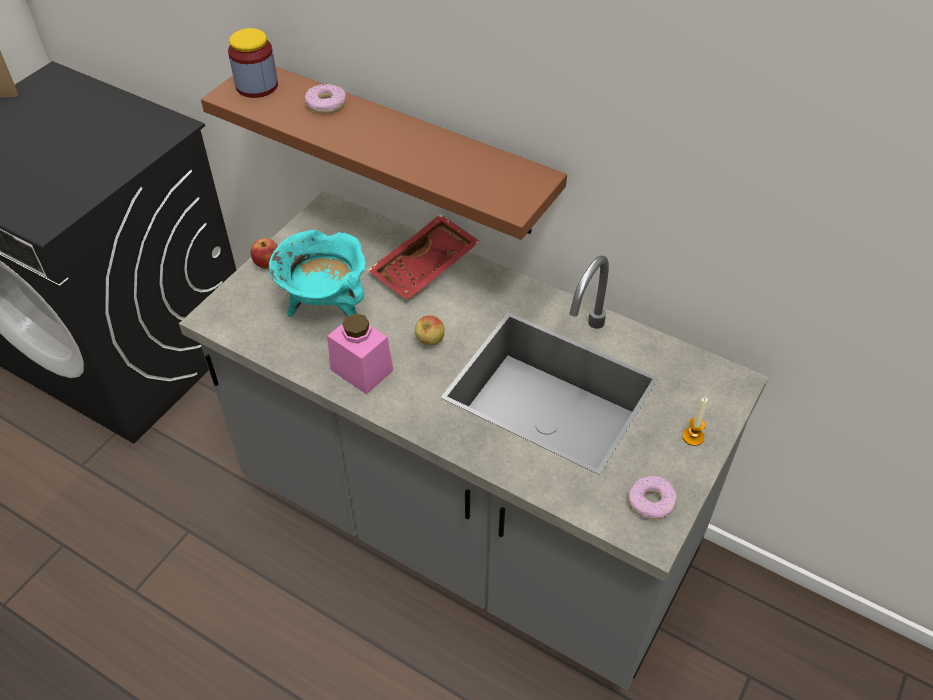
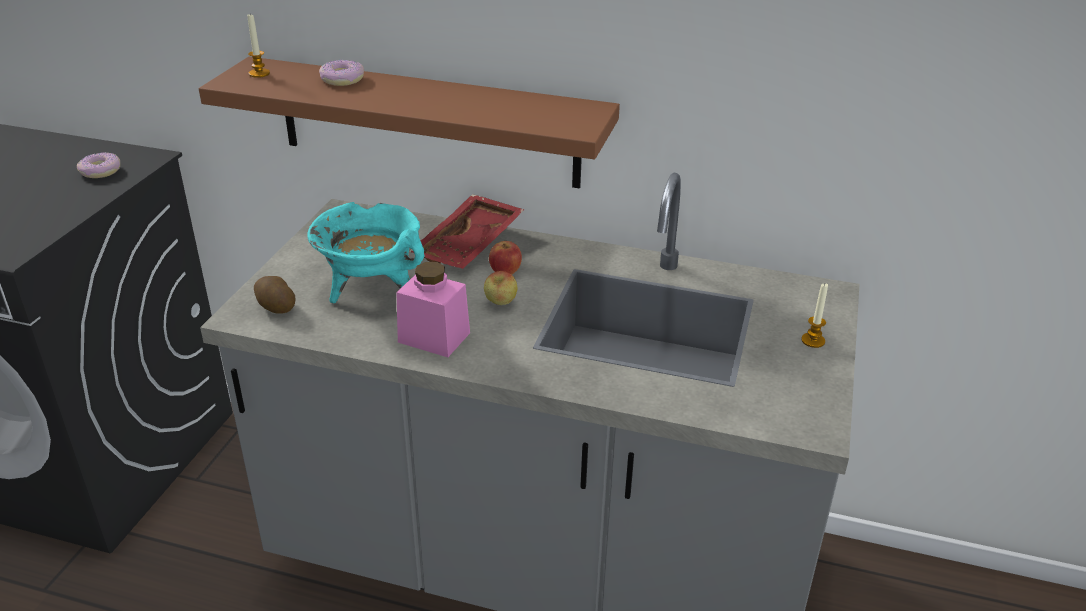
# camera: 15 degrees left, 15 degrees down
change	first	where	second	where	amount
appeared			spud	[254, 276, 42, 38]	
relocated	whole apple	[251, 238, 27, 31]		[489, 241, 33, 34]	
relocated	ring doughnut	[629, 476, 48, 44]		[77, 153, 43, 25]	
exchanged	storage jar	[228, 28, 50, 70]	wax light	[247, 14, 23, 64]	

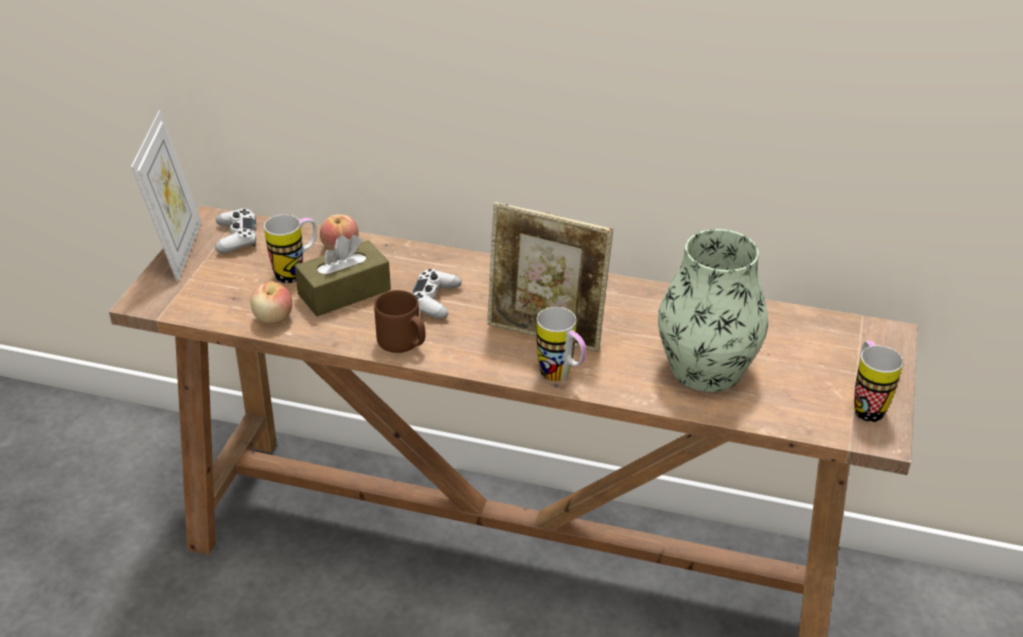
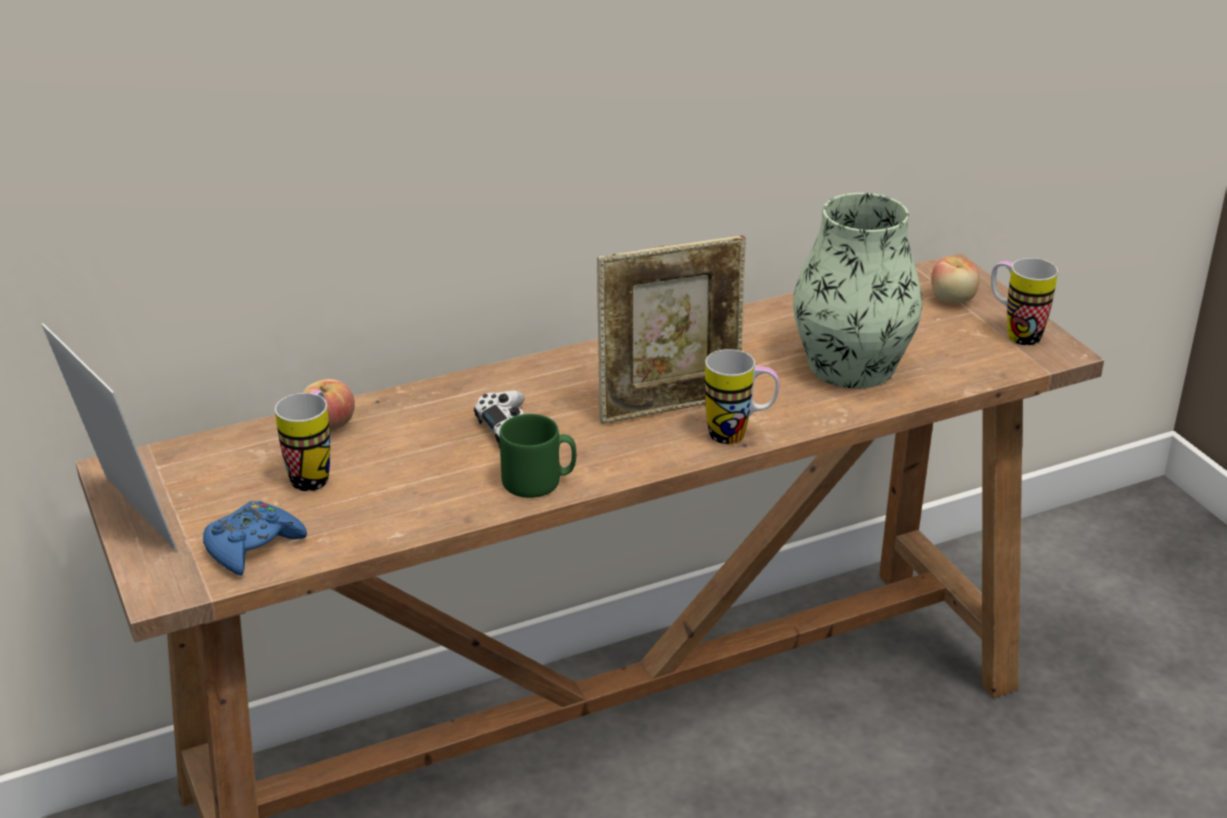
# camera: 40 degrees left, 5 degrees down
change	first	where	second	where	amount
missing	gamepad in whitish	[215, 208, 41, 45]			
missing	box of tissues in brownish	[295, 235, 96, 81]			
appeared			gamepad in blue-coloured	[203, 501, 104, 75]	
relocated	whole apple	[250, 281, 42, 43]		[931, 256, 49, 47]	
colour	coffee mug in brownish	[374, 290, 51, 63]	coffee mug in green-coloured	[500, 414, 76, 84]	

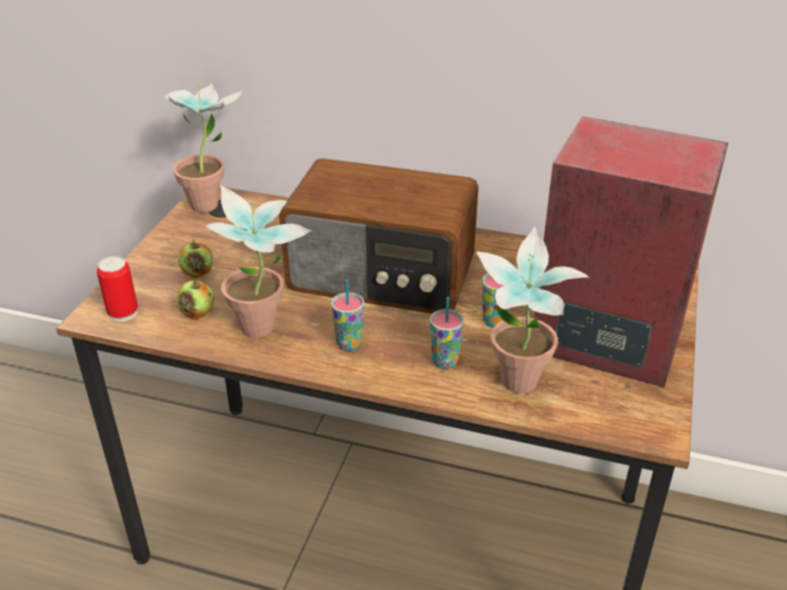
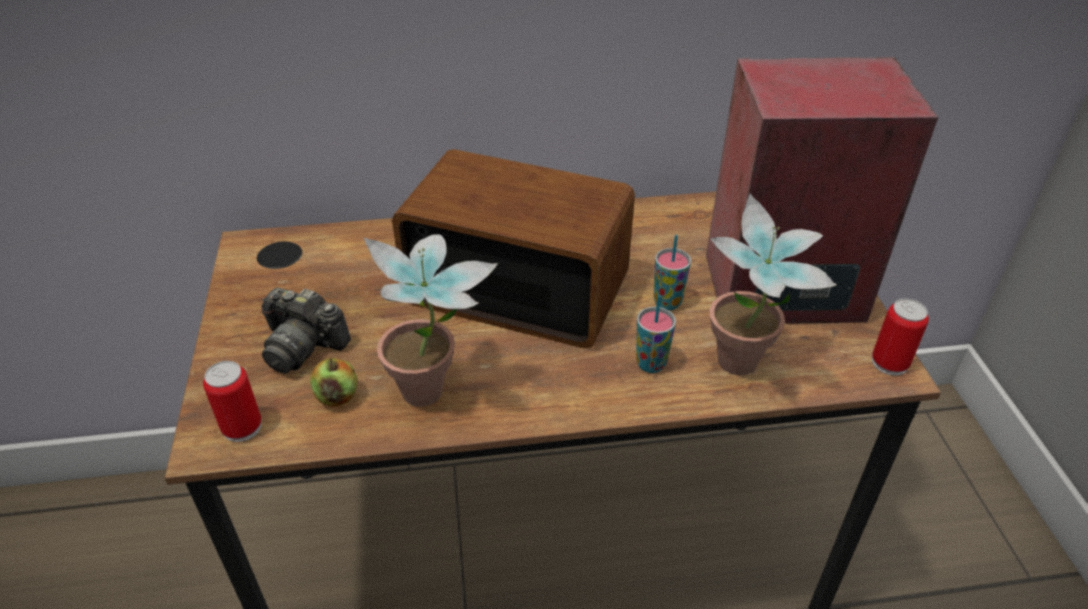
# camera: 25 degrees left, 5 degrees up
change	first	where	second	where	amount
missing	plant in a pot	[164, 82, 78, 131]			
missing	drinking cup	[331, 280, 33, 71]			
appeared			can	[872, 299, 57, 77]	
exchanged	whole apple	[178, 240, 35, 38]	still camera	[261, 288, 90, 86]	
spun	radio	[279, 158, 200, 156]		[392, 149, 243, 199]	150 degrees counterclockwise

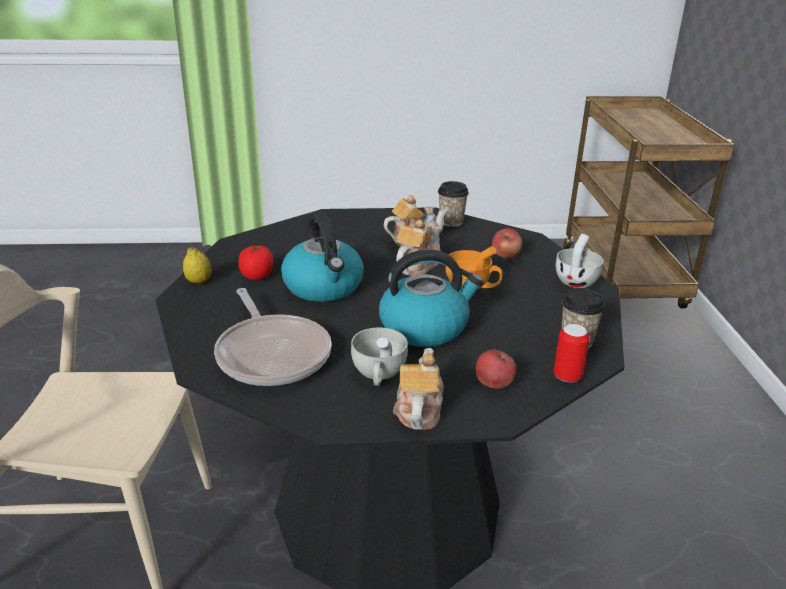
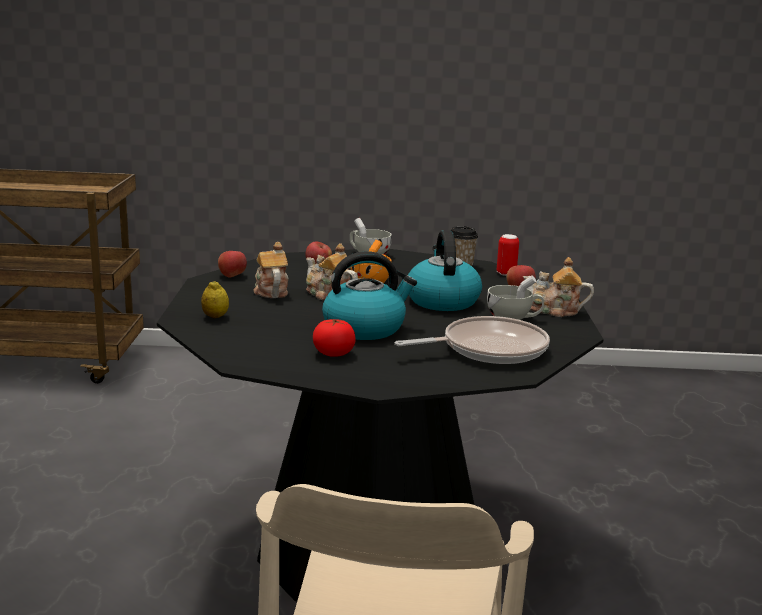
# camera: 85 degrees left, 10 degrees down
change	first	where	second	where	amount
relocated	whole lemon	[183, 247, 29, 37]		[201, 281, 28, 37]	
exchanged	drinking cup	[438, 181, 31, 46]	whole apple	[218, 251, 29, 26]	

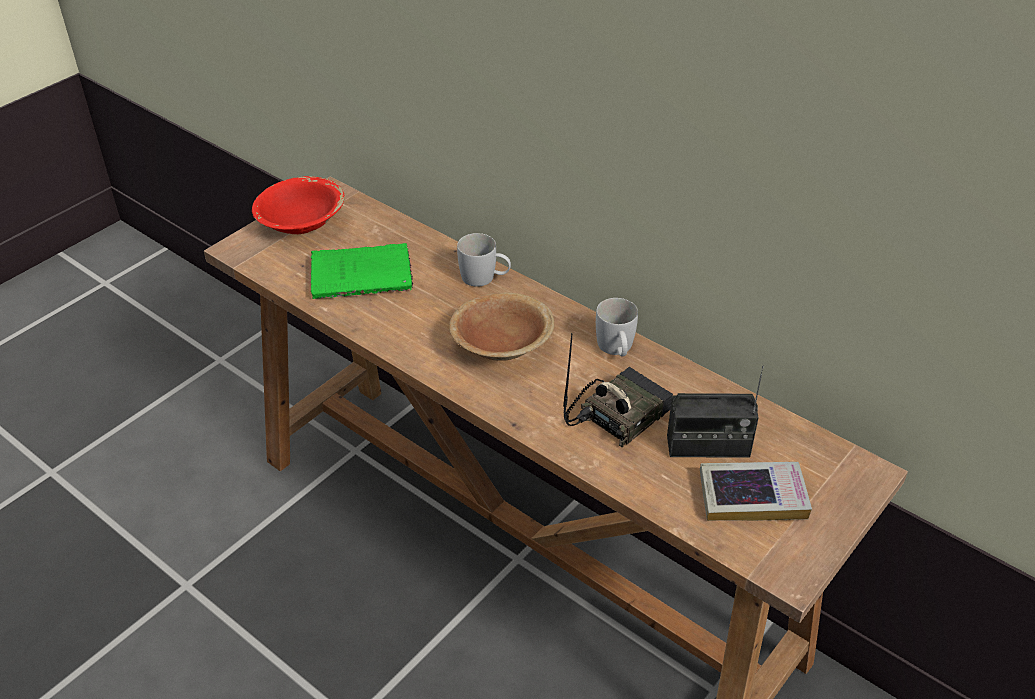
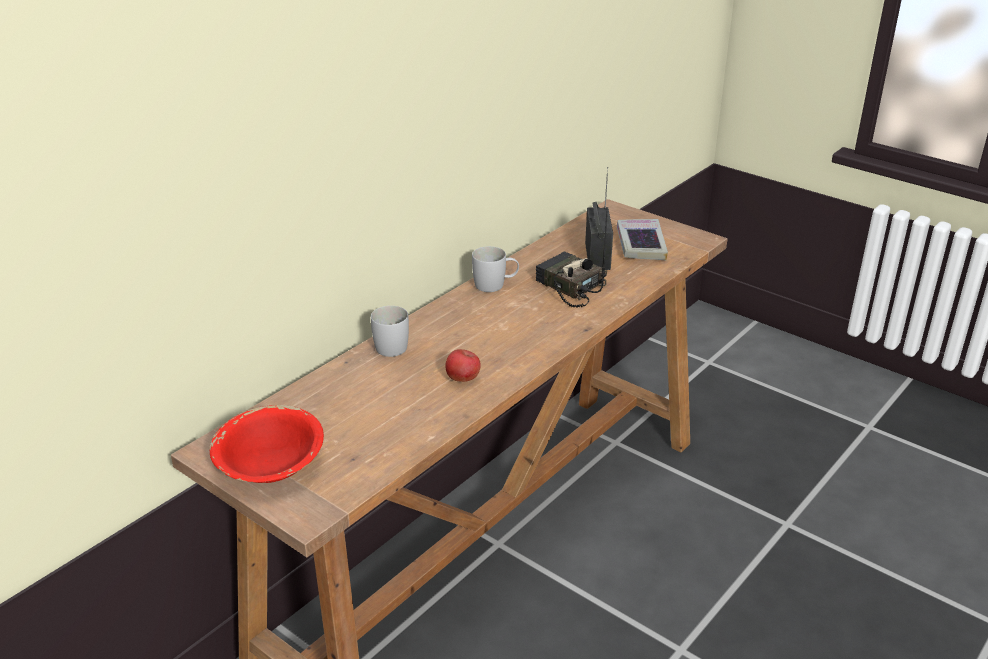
# camera: 90 degrees left, 10 degrees down
change	first	where	second	where	amount
missing	volume in green-coloured	[311, 243, 102, 56]			
missing	serving bowl in brownish	[449, 292, 105, 69]			
appeared			whole apple	[445, 349, 36, 33]	

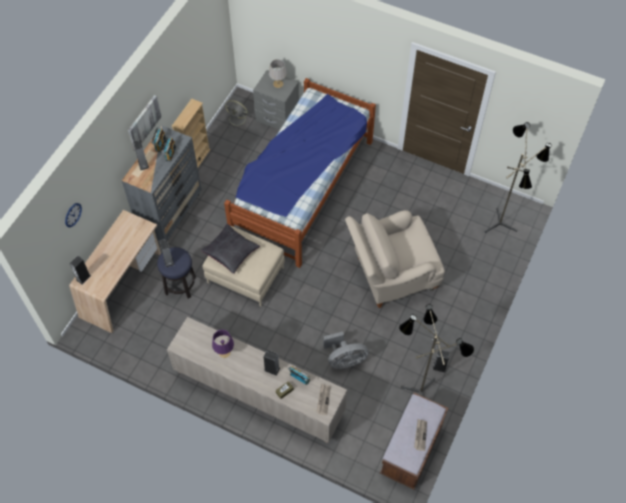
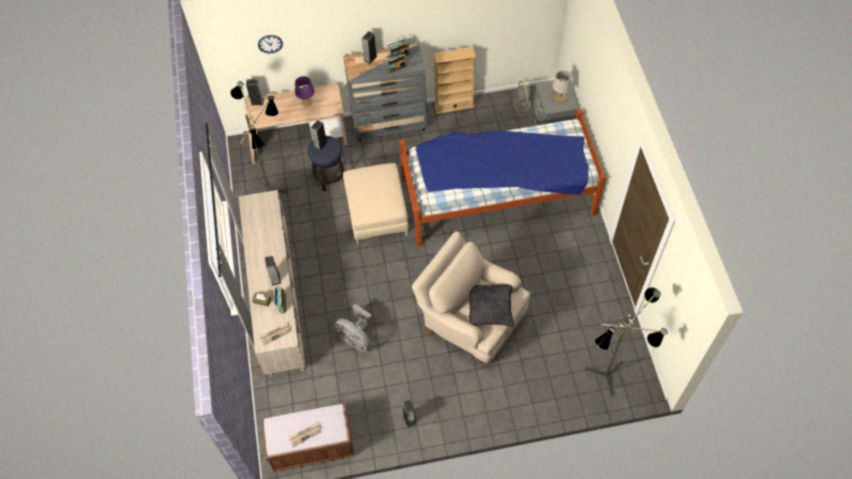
# camera: 55 degrees right, 0 degrees up
change	first	where	second	where	amount
missing	wall art	[128, 95, 34, 56]			
relocated	throw pillow in black-coloured	[201, 224, 59, 50]		[468, 284, 46, 43]	
relocated	lamp for a table in purple	[212, 330, 22, 28]		[295, 76, 20, 31]	
relocated	standard lamp	[399, 304, 75, 93]		[230, 81, 58, 112]	

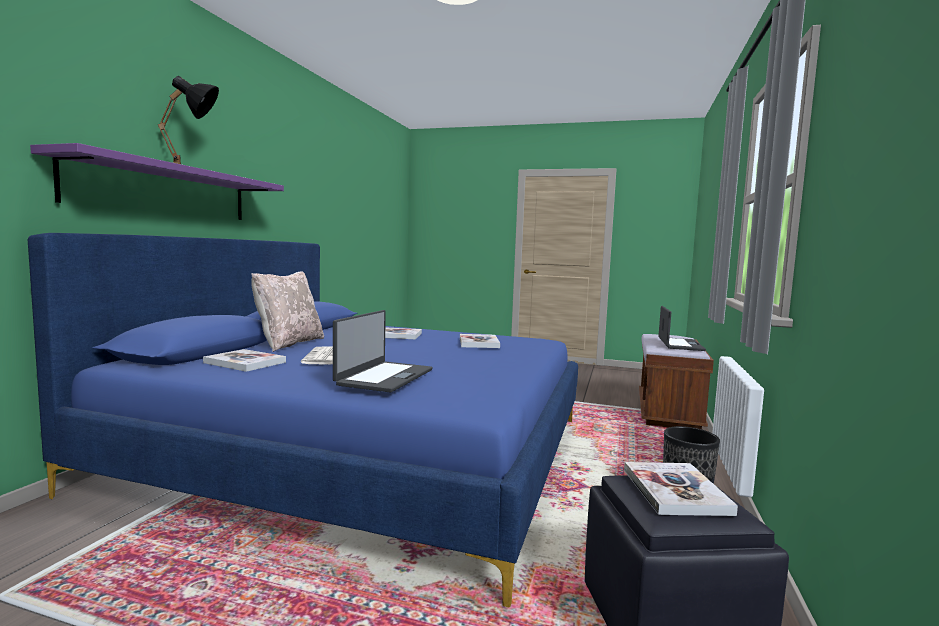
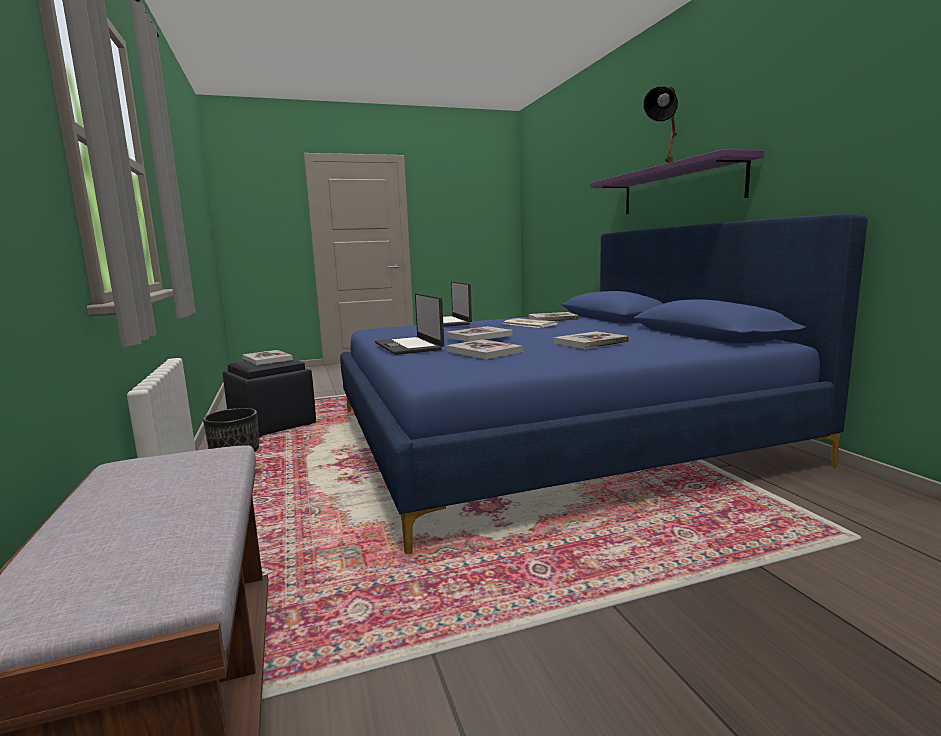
# camera: 145 degrees right, 5 degrees up
change	first	where	second	where	amount
missing	throw pillow in sand-coloured	[251, 272, 73, 80]			
appeared			volume	[445, 326, 68, 16]	
relocated	portable computer	[658, 306, 48, 45]		[375, 293, 69, 62]	

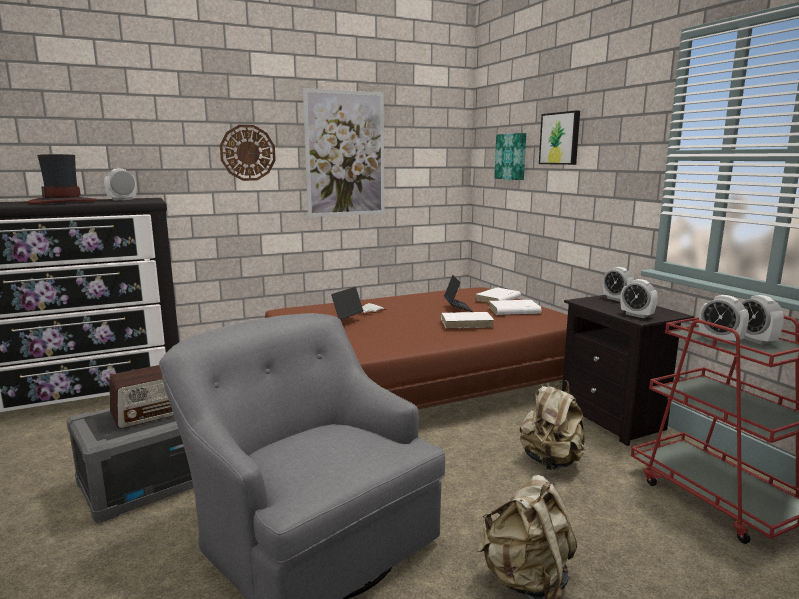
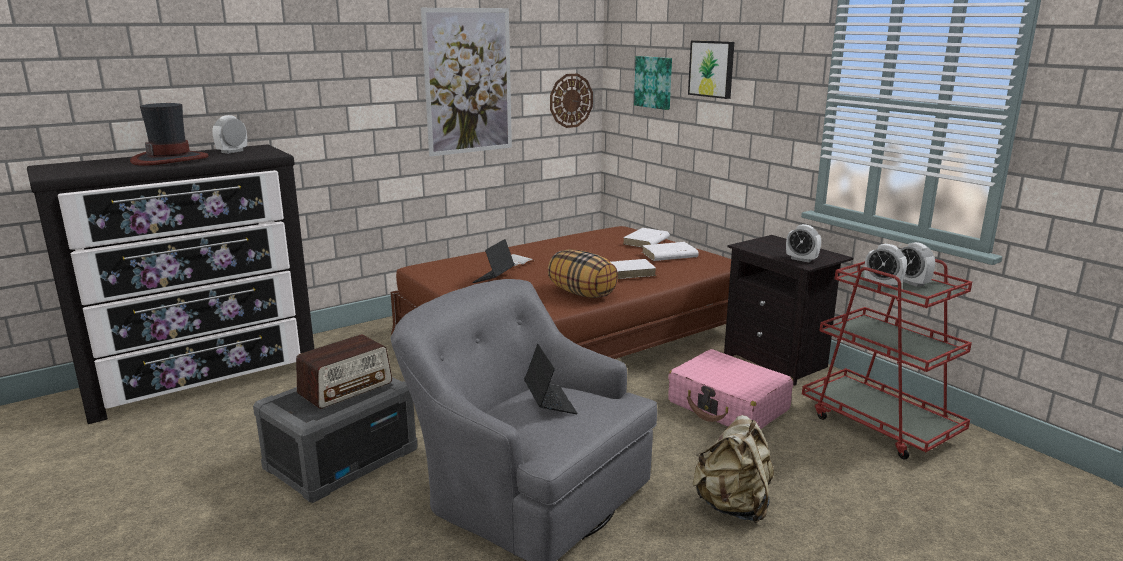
# camera: 10 degrees left, 5 degrees up
change	first	where	second	where	amount
missing	alarm clock	[603, 267, 31, 35]			
appeared			throw pillow	[548, 249, 70, 49]	
relocated	clock on the wall	[220, 125, 56, 56]		[550, 73, 43, 55]	
relocated	portable computer	[444, 275, 29, 37]		[524, 344, 54, 70]	
exchanged	knapsack in sand-coloured	[520, 381, 65, 89]	travel case in pinkish	[668, 349, 125, 80]	

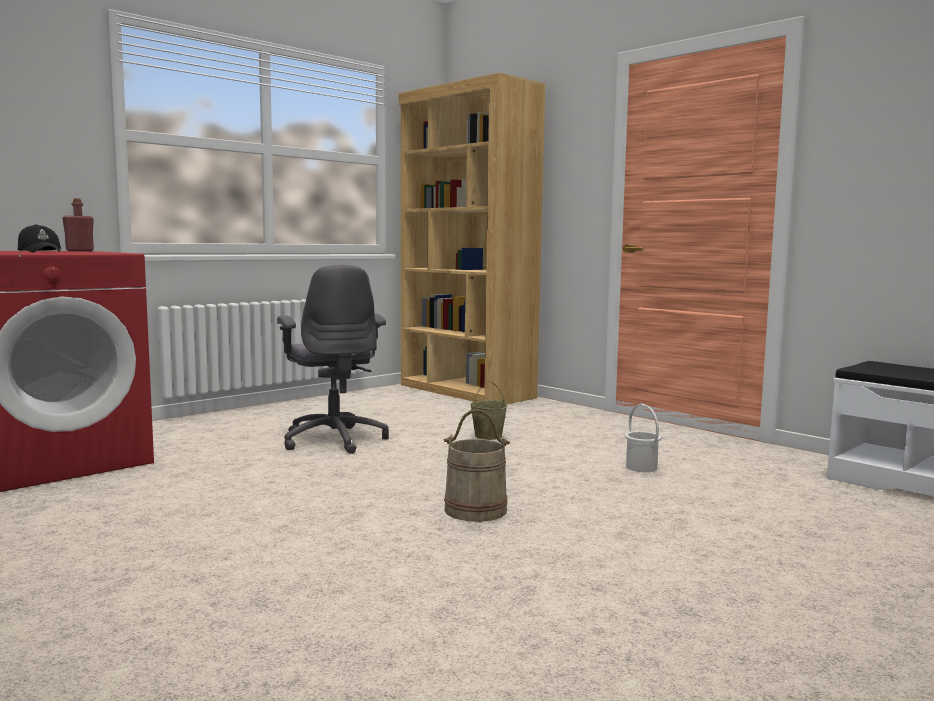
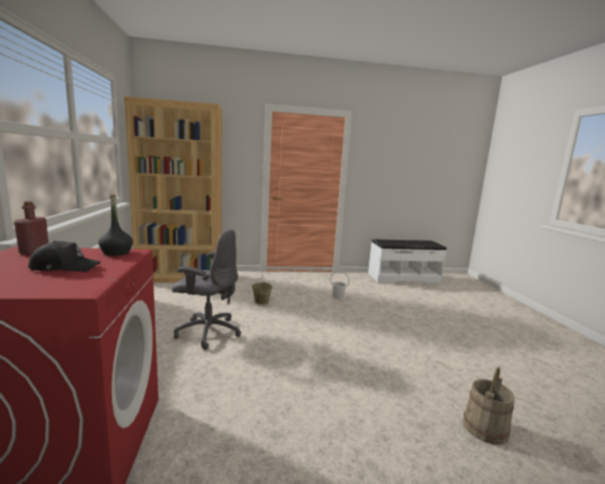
# camera: 55 degrees left, 5 degrees up
change	first	where	second	where	amount
appeared			drink bottle in black-coloured	[98, 194, 35, 62]	
relocated	water bucket in sand-coloured	[444, 409, 66, 113]		[463, 367, 52, 78]	

